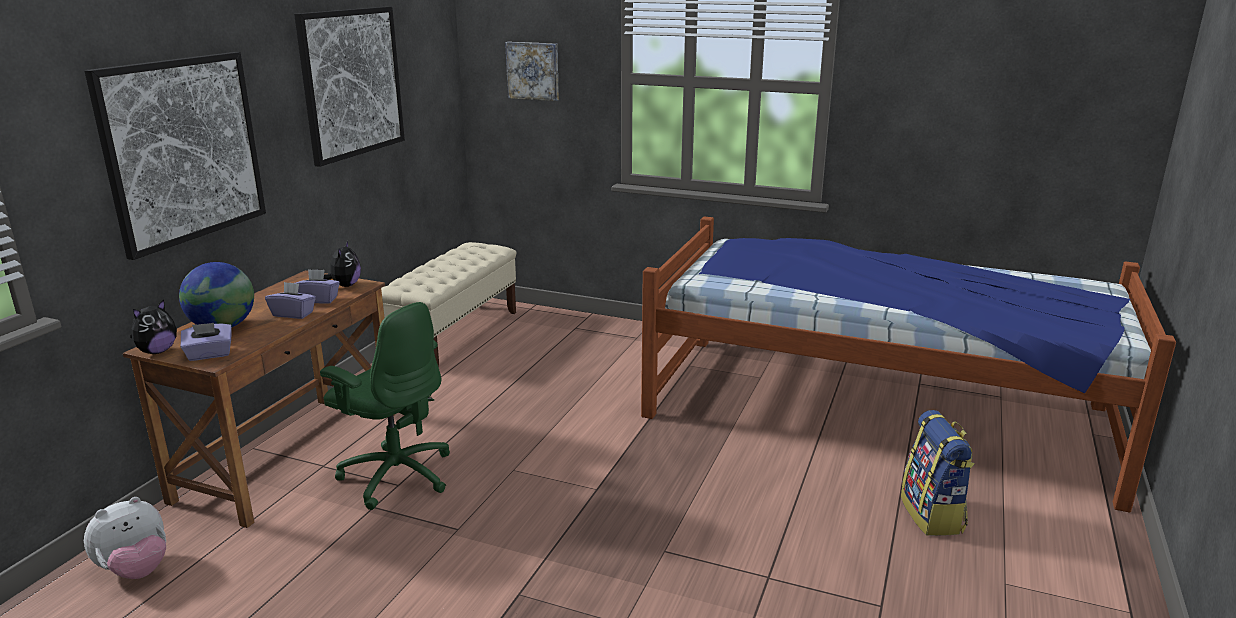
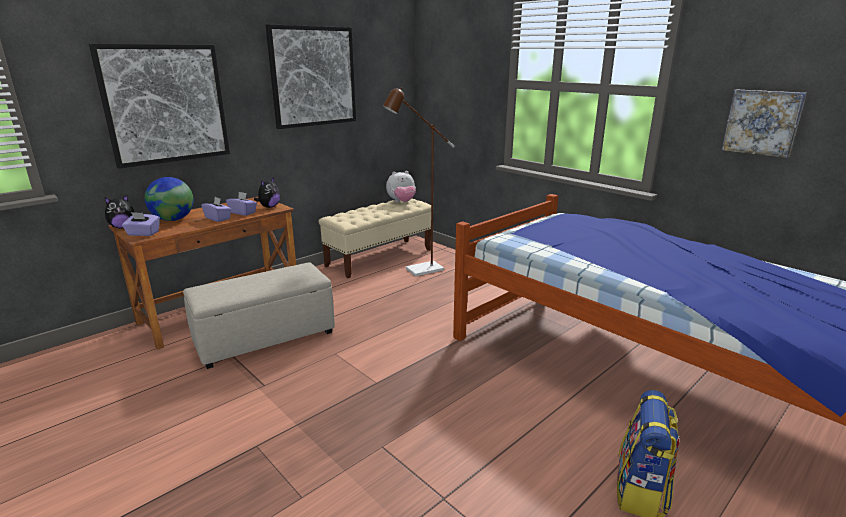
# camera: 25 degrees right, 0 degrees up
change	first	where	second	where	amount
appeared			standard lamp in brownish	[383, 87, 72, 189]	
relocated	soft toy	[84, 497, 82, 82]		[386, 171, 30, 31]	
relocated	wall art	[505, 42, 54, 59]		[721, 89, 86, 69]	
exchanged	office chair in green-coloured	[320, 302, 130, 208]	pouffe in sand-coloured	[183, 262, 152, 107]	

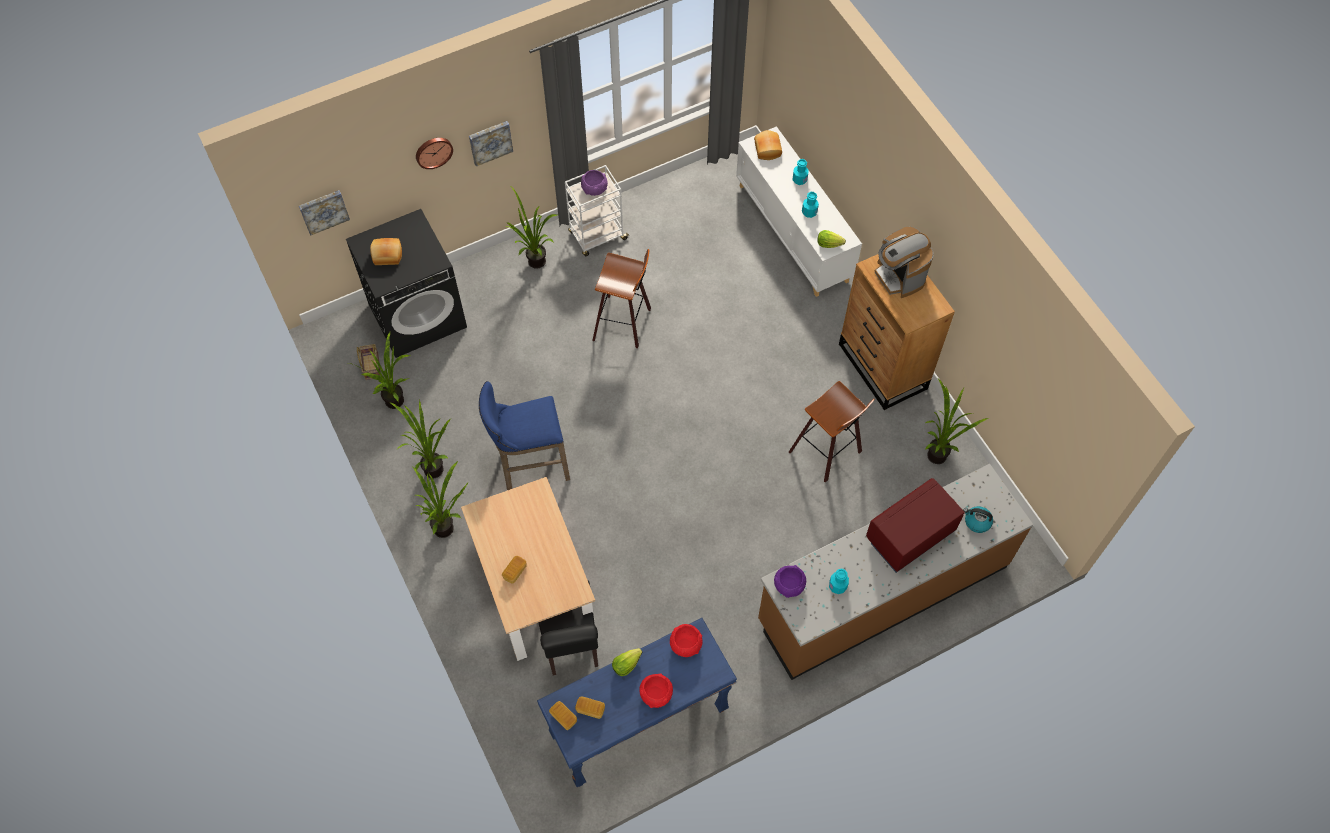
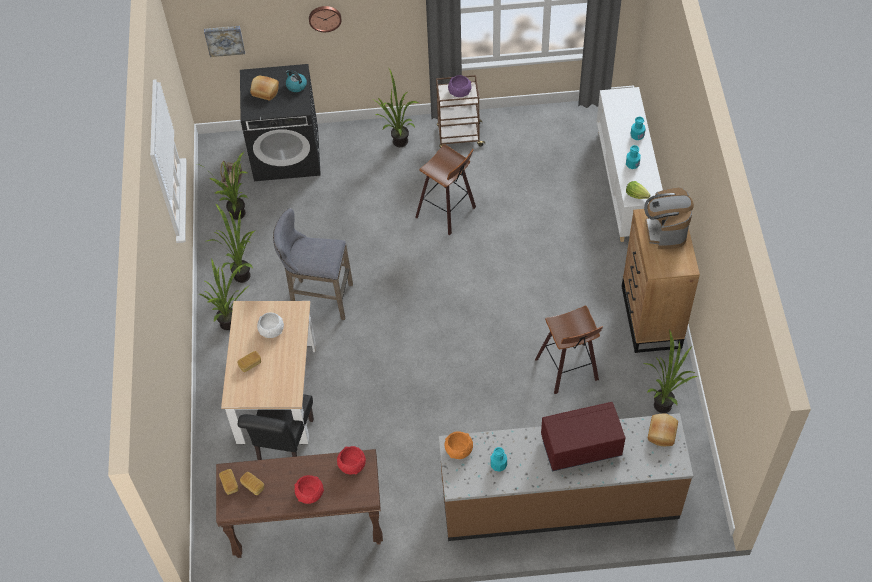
# camera: 25 degrees right, 5 degrees down
change	first	where	second	where	amount
missing	wall art	[469, 121, 44, 46]			
missing	head of lettuce	[612, 648, 31, 28]			
appeared			serving bowl in whitish	[257, 312, 27, 26]	
relocated	bakery bread	[754, 130, 28, 30]		[648, 413, 30, 33]	
relocated	kettle	[963, 506, 30, 27]		[286, 70, 21, 22]	
colour	sitting stool in blue-coloured	[479, 381, 91, 109]	sitting stool in grey	[273, 208, 80, 112]	
colour	narrow table in blue-coloured	[537, 618, 200, 169]	narrow table in brownish	[216, 449, 167, 109]	
colour	wheeled cart in whitish	[565, 165, 64, 91]	wheeled cart in brownish	[436, 75, 49, 73]	
colour	serving bowl in purple	[774, 565, 32, 33]	serving bowl in orangey	[445, 431, 28, 28]	

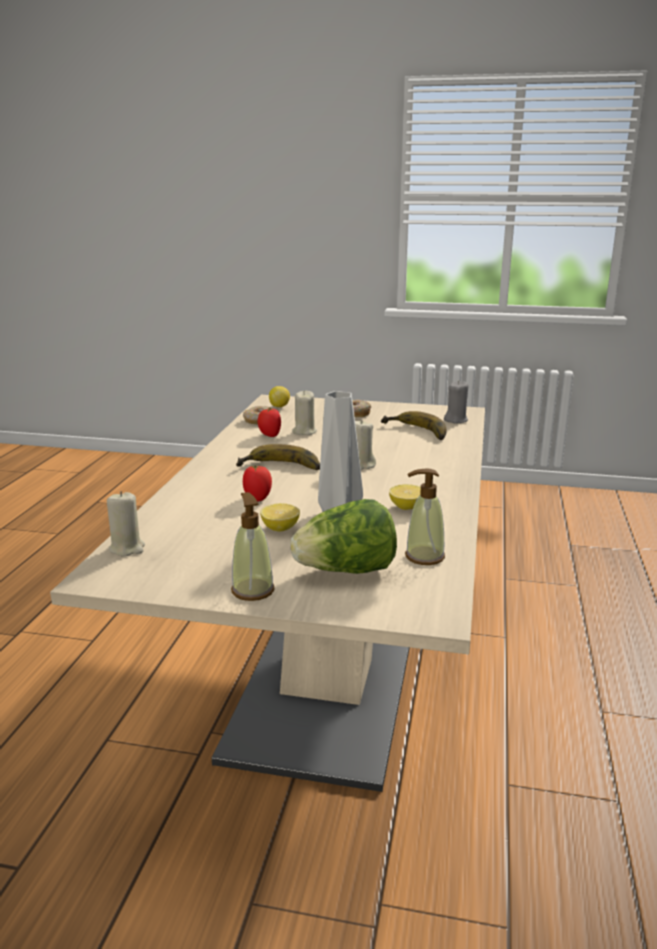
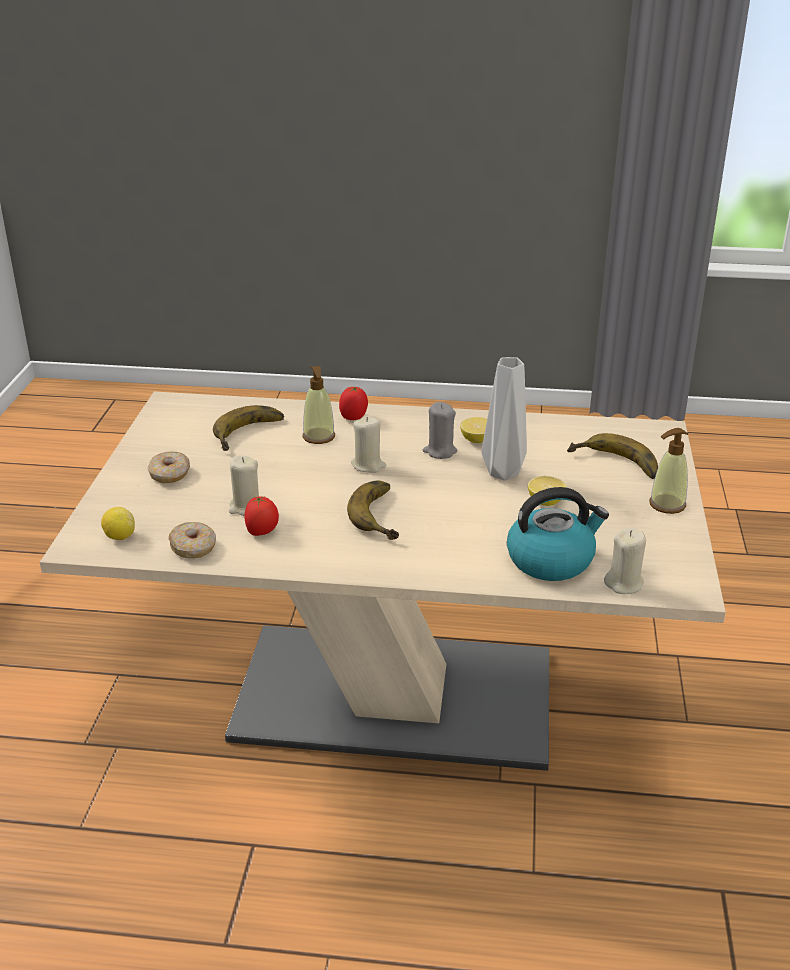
# camera: 95 degrees left, 10 degrees up
change	first	where	second	where	amount
appeared			kettle	[507, 487, 102, 94]	
relocated	tomato	[243, 465, 29, 36]		[339, 386, 29, 34]	
relocated	soap bottle	[405, 468, 40, 97]		[302, 366, 33, 78]	
relocated	wax light in grey	[444, 380, 24, 43]		[423, 402, 34, 57]	
exchanged	head of lettuce	[290, 499, 107, 75]	banana	[567, 433, 91, 46]	

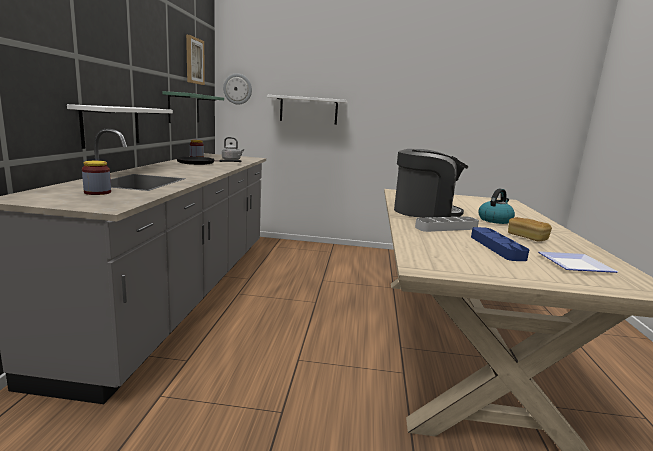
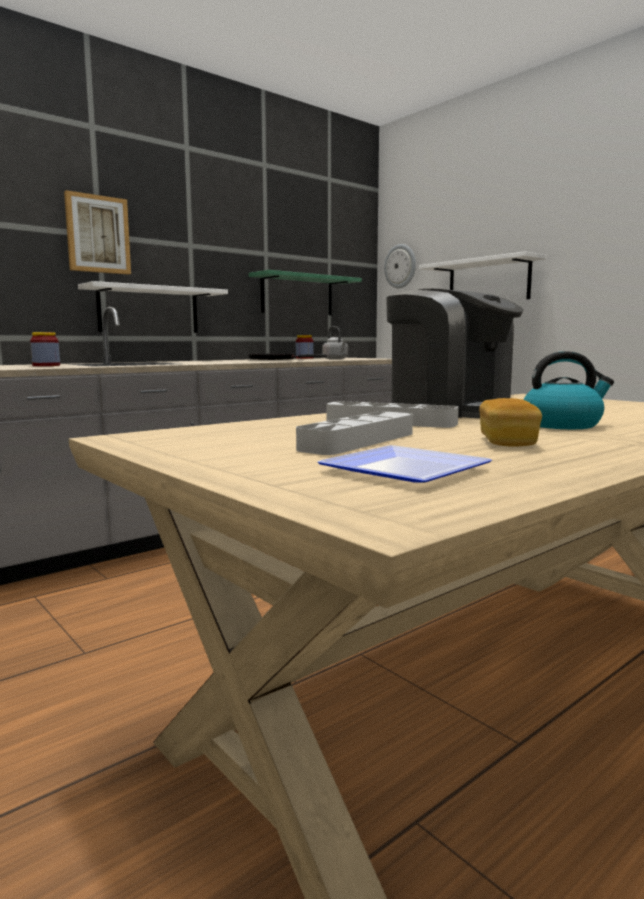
# camera: 45 degrees right, 5 degrees down
change	first	where	second	where	amount
relocated	wall art	[186, 35, 19, 50]		[64, 190, 67, 85]	
colour	tray in blue-coloured	[471, 227, 58, 34]	tray in grey	[296, 412, 117, 43]	

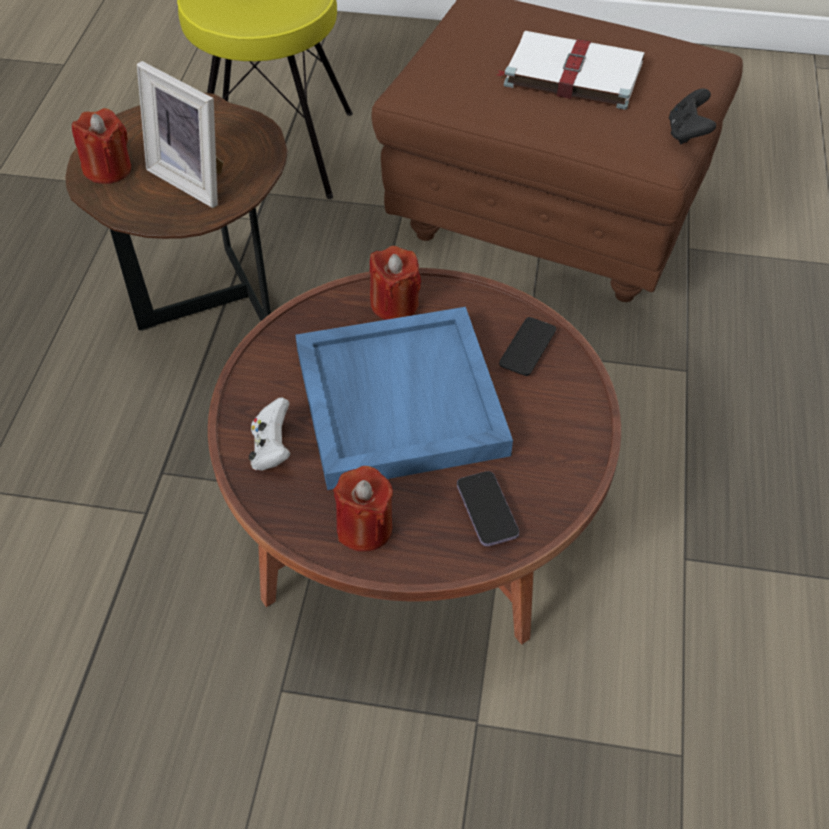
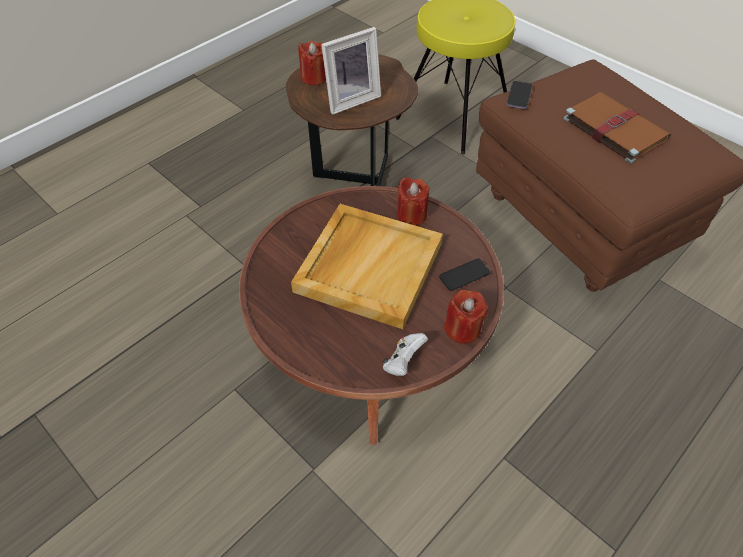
# camera: 35 degrees right, 0 degrees up
change	first	where	second	where	amount
missing	gamepad in black-coloured	[669, 88, 47, 56]			
relocated	gamepad in whitish	[249, 397, 41, 74]		[383, 333, 45, 43]	
relocated	wax light in red	[333, 466, 60, 86]		[444, 290, 44, 54]	
relocated	telephone	[457, 471, 62, 75]		[507, 81, 26, 28]	
colour	tray in blue-coloured	[295, 307, 218, 183]	tray in sand-coloured	[291, 204, 152, 125]	
colour	volume in whitish	[497, 31, 148, 79]	volume in brownish	[563, 92, 108, 71]	
spun	photo frame	[137, 61, 87, 147]		[321, 27, 60, 88]	105 degrees counterclockwise

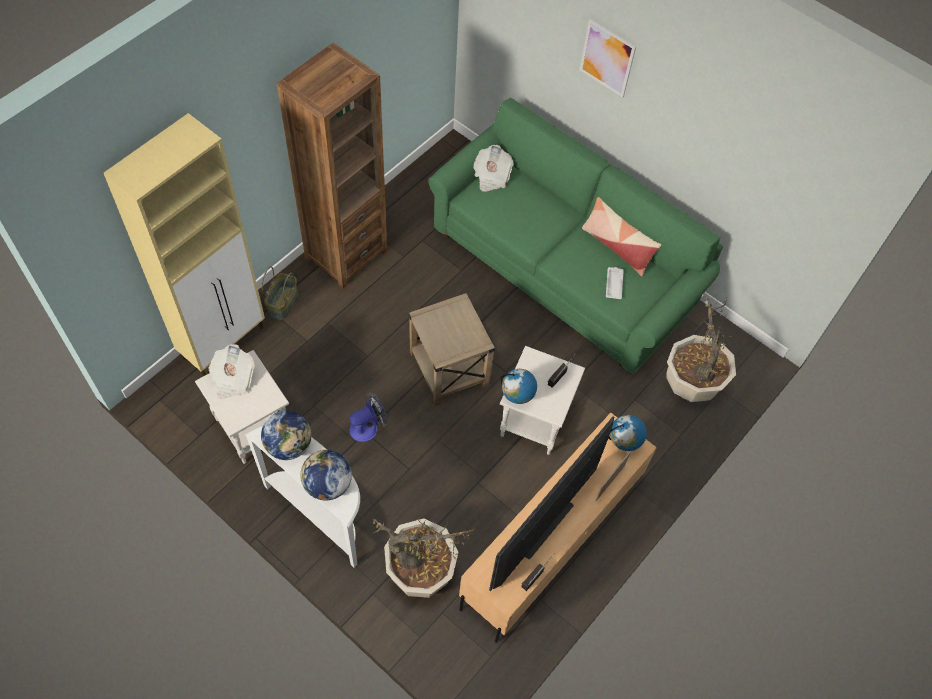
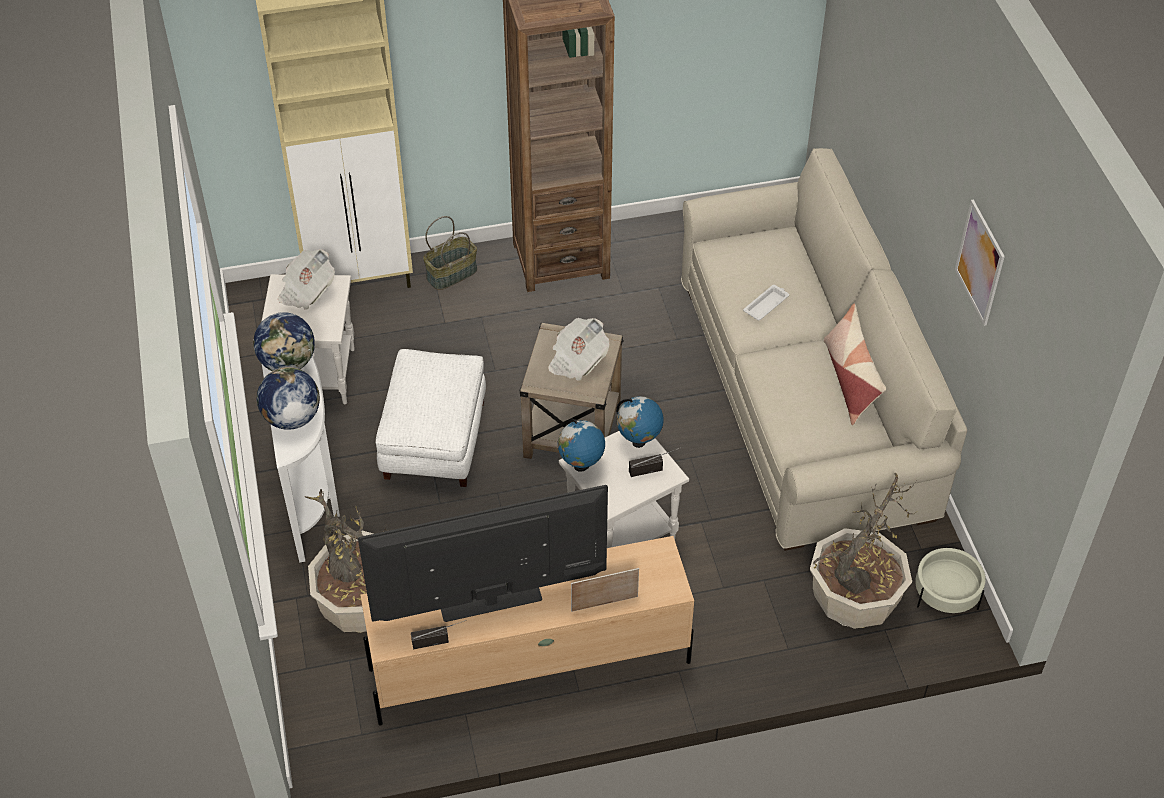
# camera: 40 degrees right, 10 degrees down
change	first	where	second	where	amount
appeared			plant pot in sand-coloured	[915, 546, 71, 67]	
relocated	printed paper	[473, 145, 41, 46]		[548, 318, 62, 63]	
relocated	wall art	[580, 18, 56, 80]		[955, 199, 50, 127]	
relocated	tray in whitish	[606, 267, 18, 32]		[743, 285, 46, 36]	
relocated	globe	[609, 415, 38, 36]		[616, 396, 48, 52]	
exchanged	electric fan	[349, 392, 39, 50]	pouffe in whitish	[375, 349, 111, 138]	
colour	settee in green-coloured	[429, 97, 294, 277]	settee in sand-coloured	[681, 148, 286, 403]	

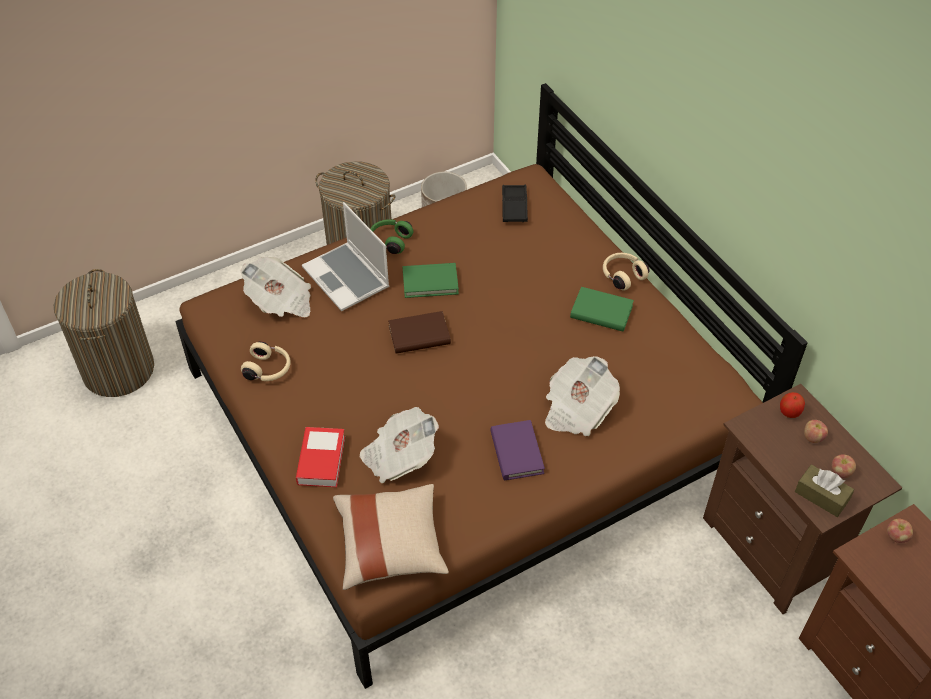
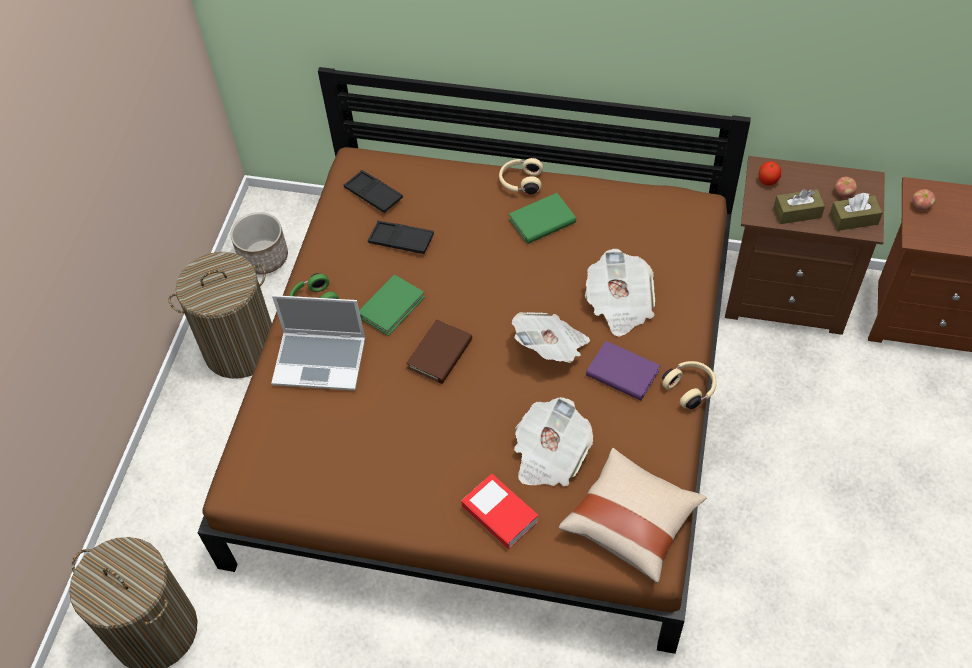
# camera: 45 degrees left, 5 degrees up
change	first	where	second	where	amount
missing	whole apple	[804, 420, 24, 23]			
appeared			tray in black-coloured	[368, 221, 66, 33]	
appeared			box of tissues in brownish	[773, 189, 52, 35]	
relocated	printed paper	[241, 257, 70, 60]		[512, 312, 78, 51]	
relocated	headphones in sand-coloured	[241, 341, 50, 40]		[662, 361, 55, 48]	

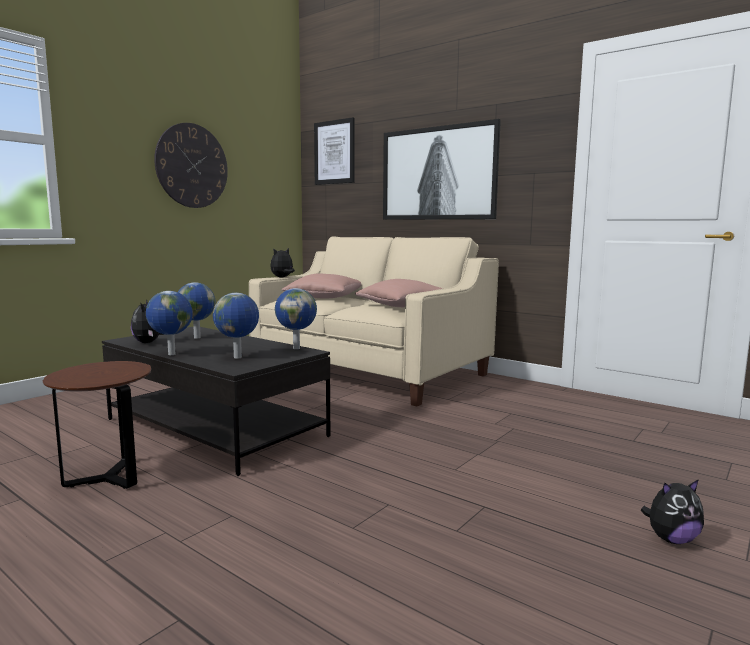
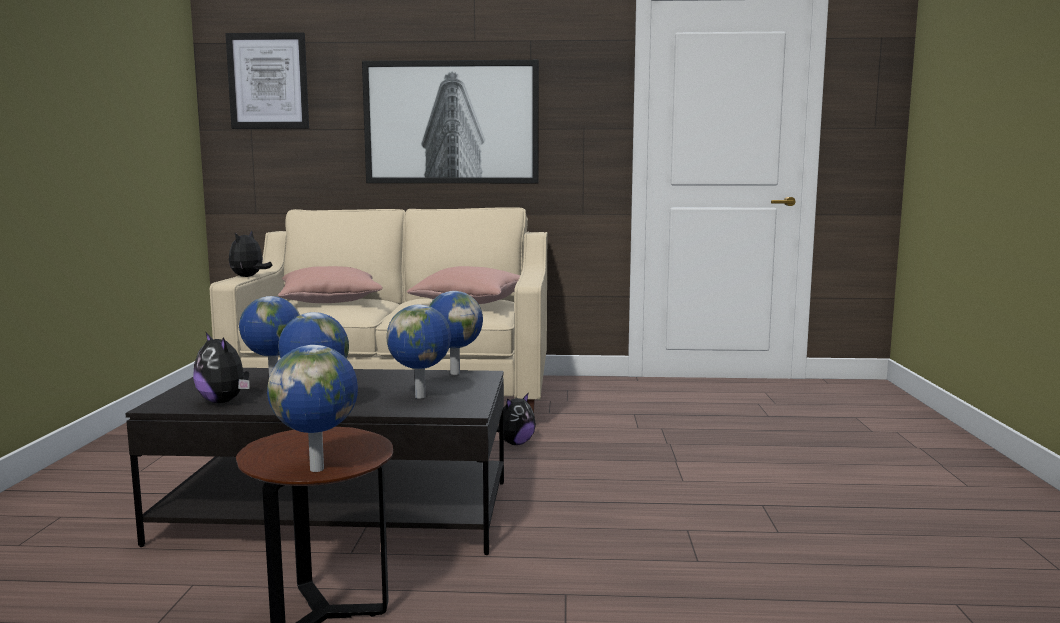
# camera: 35 degrees left, 0 degrees up
change	first	where	second	where	amount
missing	clock on the wall	[154, 123, 74, 85]			
appeared			globe	[267, 345, 91, 127]	
relocated	soft toy	[641, 479, 63, 65]		[497, 392, 39, 53]	

